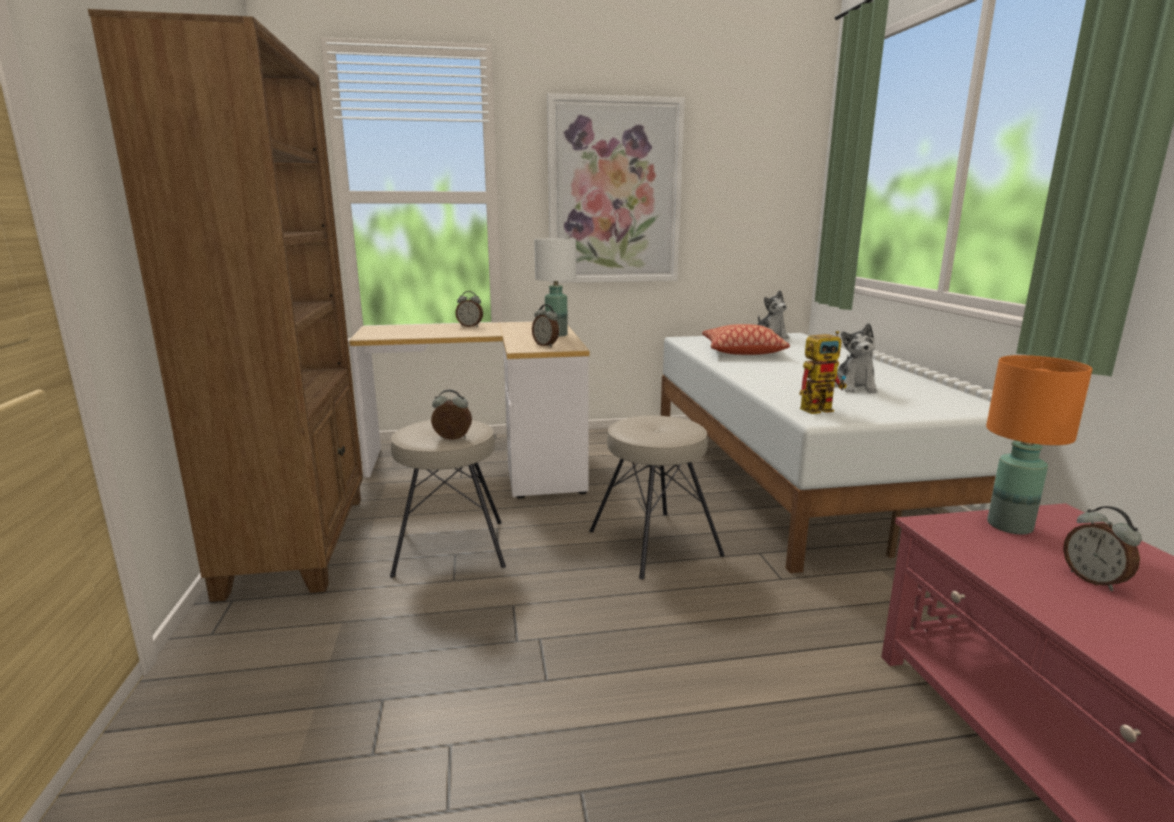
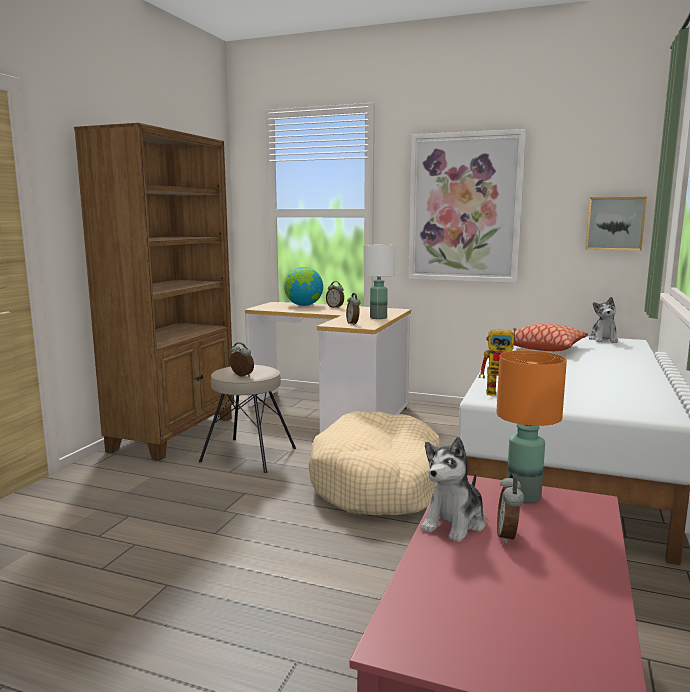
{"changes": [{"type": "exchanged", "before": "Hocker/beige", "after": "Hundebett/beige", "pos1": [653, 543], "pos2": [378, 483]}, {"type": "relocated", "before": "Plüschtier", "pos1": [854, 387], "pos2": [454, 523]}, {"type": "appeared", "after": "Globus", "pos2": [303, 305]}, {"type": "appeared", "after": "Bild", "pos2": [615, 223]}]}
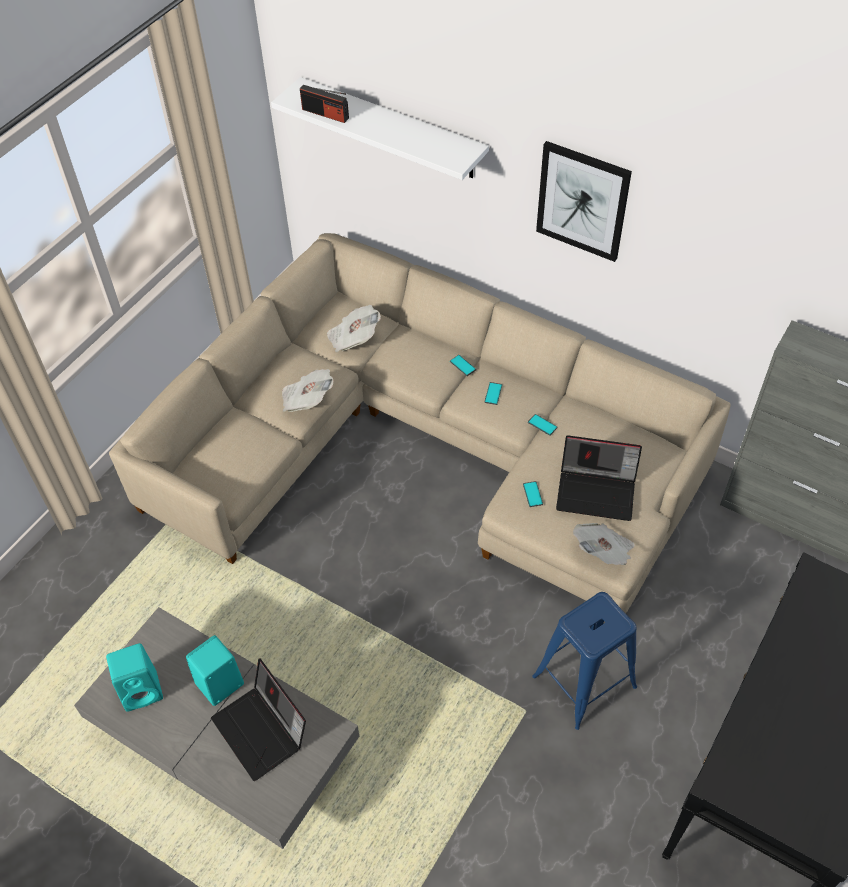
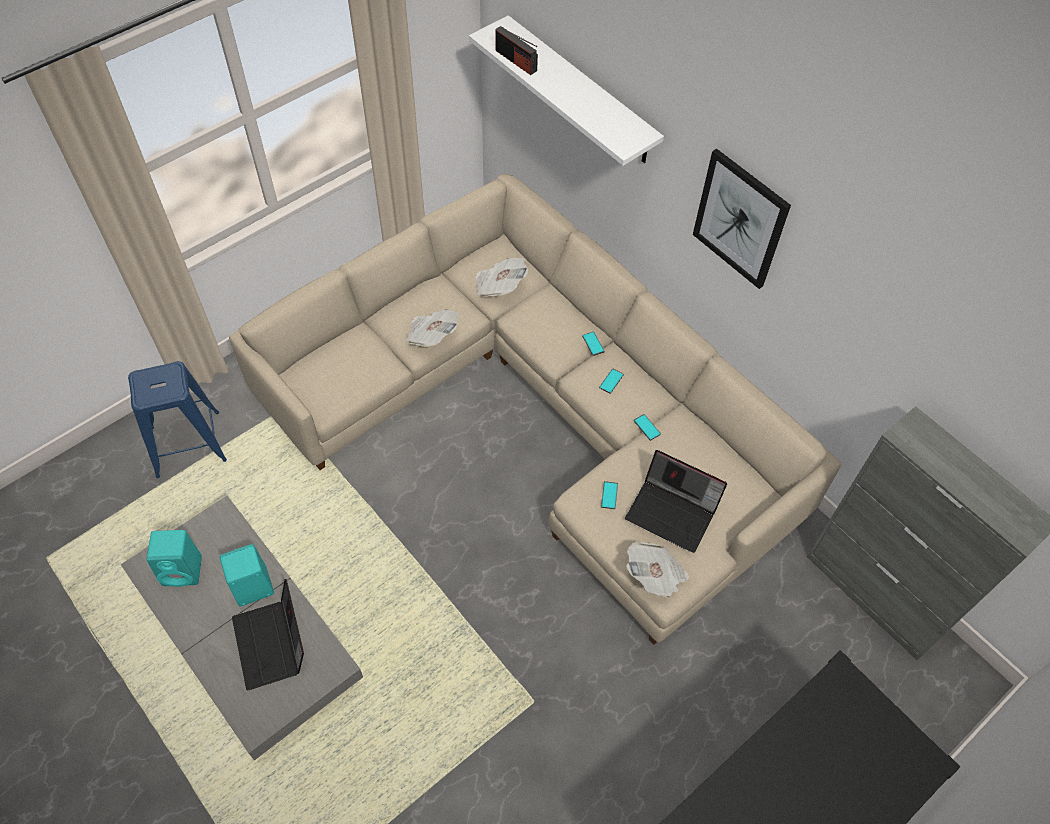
{"changes": [{"type": "relocated", "before": "Hocker/blau", "pos1": [583, 682], "pos2": [187, 444]}]}
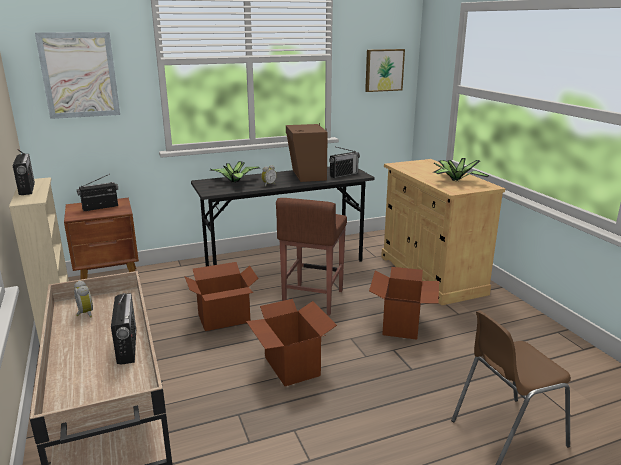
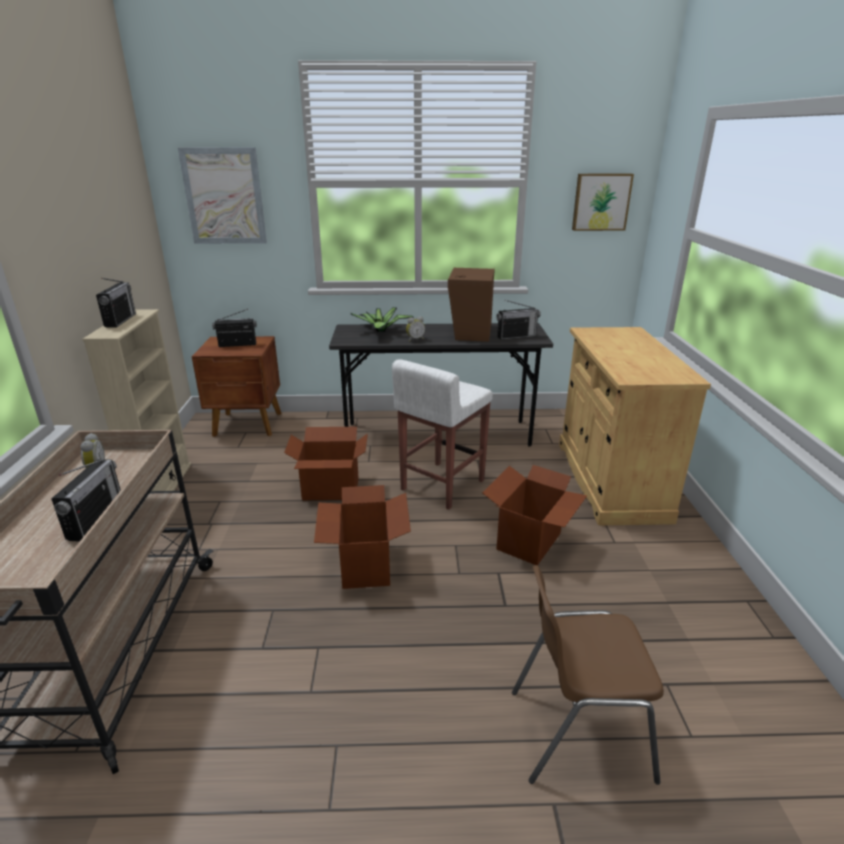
{"changes": [{"type": "colour", "before": "Hocker/braun", "after": "Hocker/weiß", "pos1": [312, 299], "pos2": [441, 485]}, {"type": "missing", "before": "Topfpflanze", "pos1": [455, 180]}]}
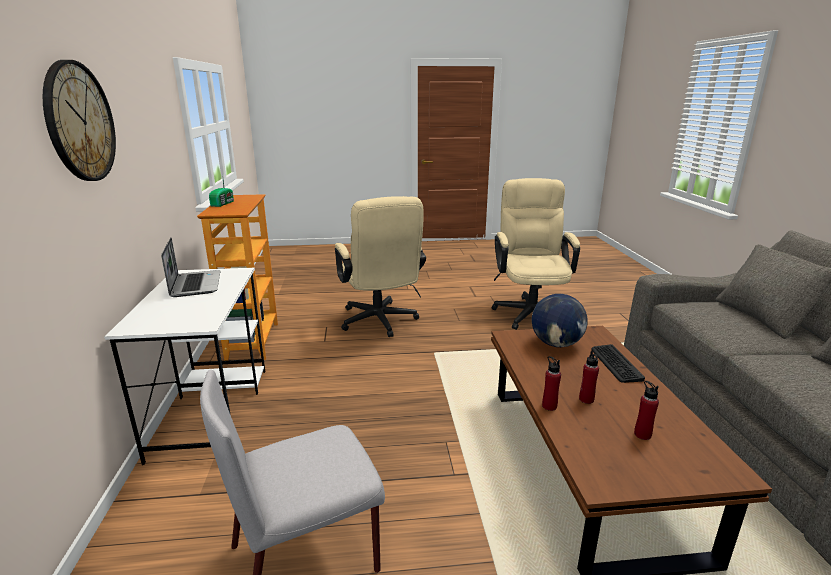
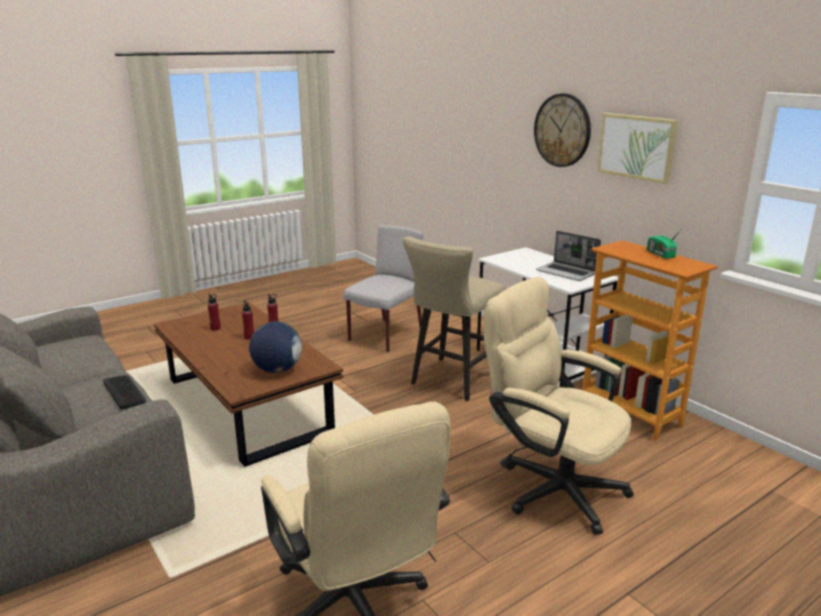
{"changes": [{"type": "relocated", "before": "Tastatur", "pos1": [615, 364], "pos2": [124, 392]}, {"type": "appeared", "after": "Hocker/beige", "pos2": [451, 382]}, {"type": "appeared", "after": "Bild", "pos2": [636, 147]}]}
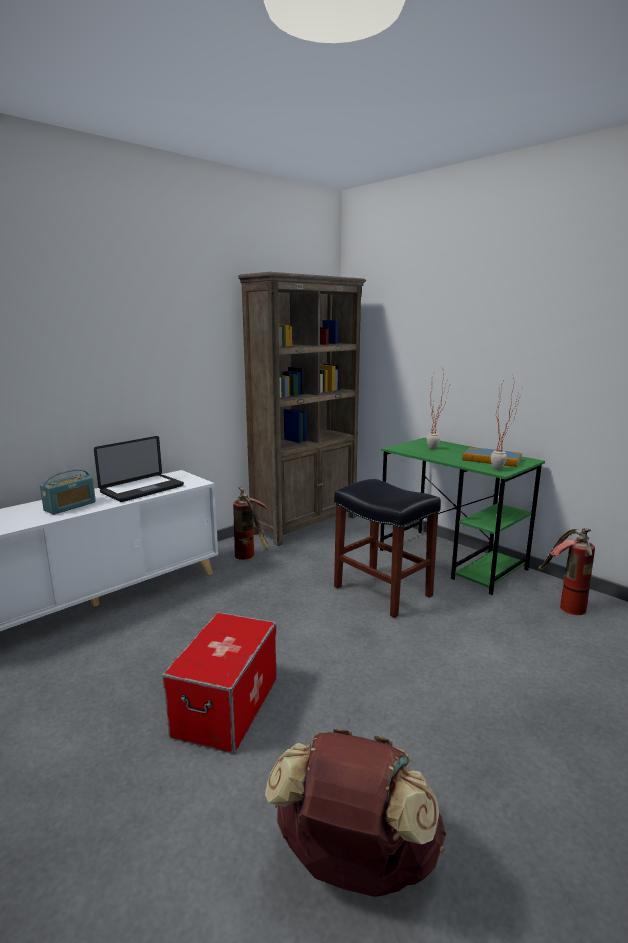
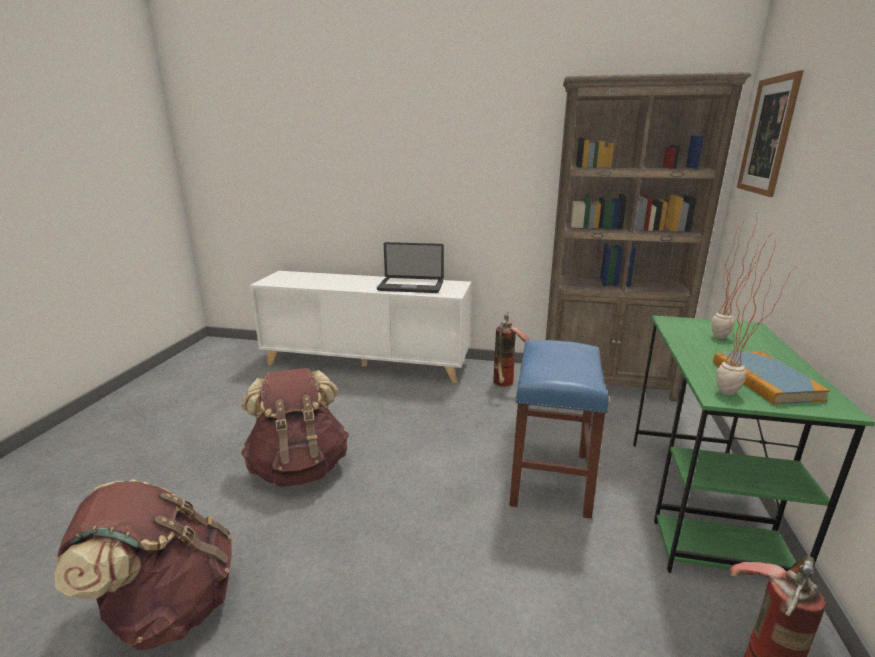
{"changes": [{"type": "missing", "before": "Radio", "pos1": [70, 506]}, {"type": "exchanged", "before": "Aufbewahrungsbox", "after": "Rucksack/braun", "pos1": [226, 706], "pos2": [299, 468]}, {"type": "colour", "before": "Hocker/schwarz", "after": "Hocker/blau", "pos1": [381, 591], "pos2": [549, 478]}, {"type": "appeared", "after": "Bild", "pos2": [768, 136]}]}
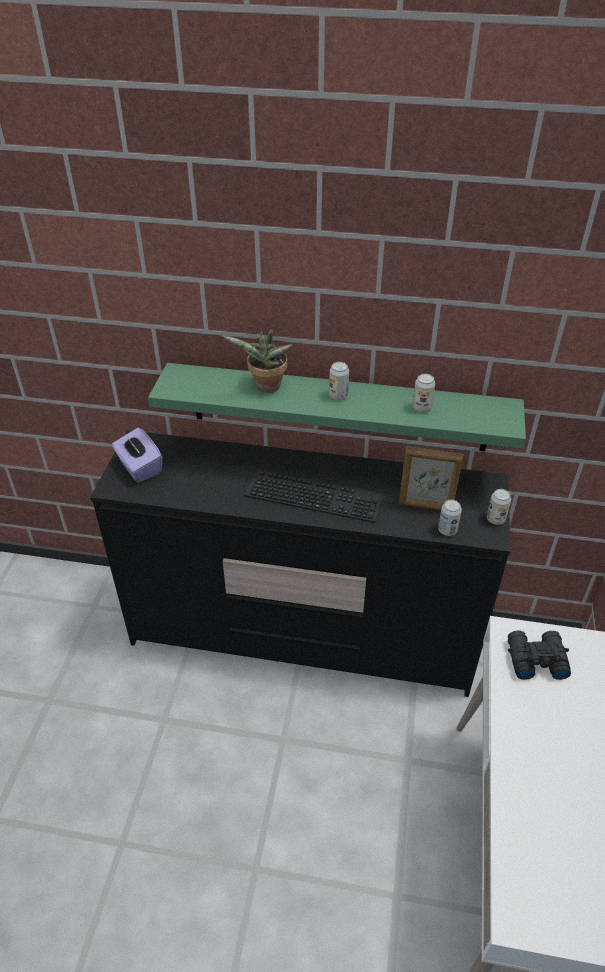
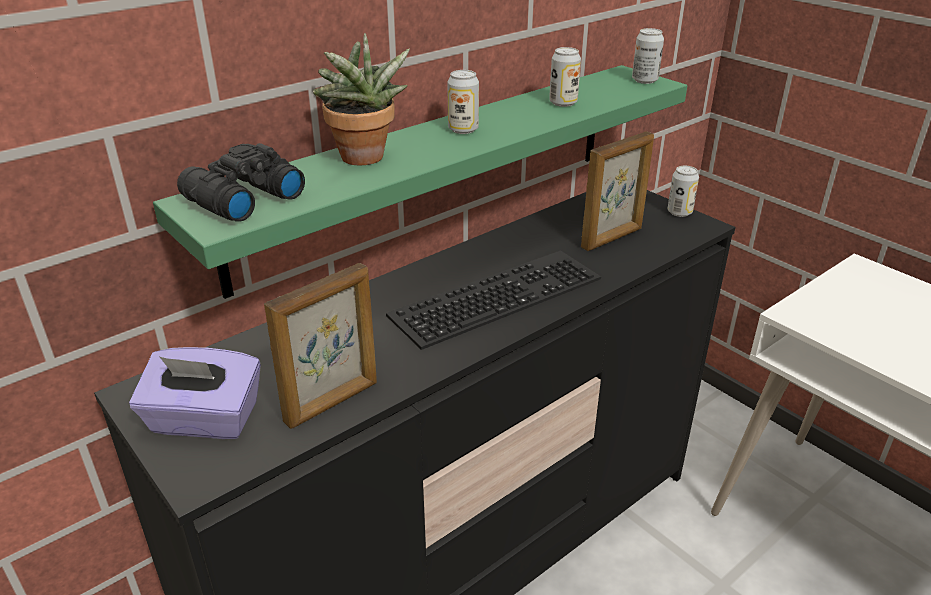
{"changes": [{"type": "relocated", "before": "Dose", "pos1": [447, 530], "pos2": [644, 80]}, {"type": "relocated", "before": "Fernglas/schwarz", "pos1": [534, 659], "pos2": [241, 199]}, {"type": "appeared", "after": "Bilderrahmen", "pos2": [333, 403]}]}
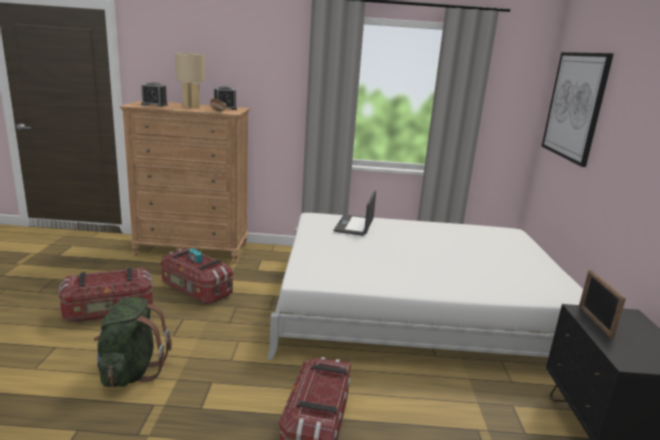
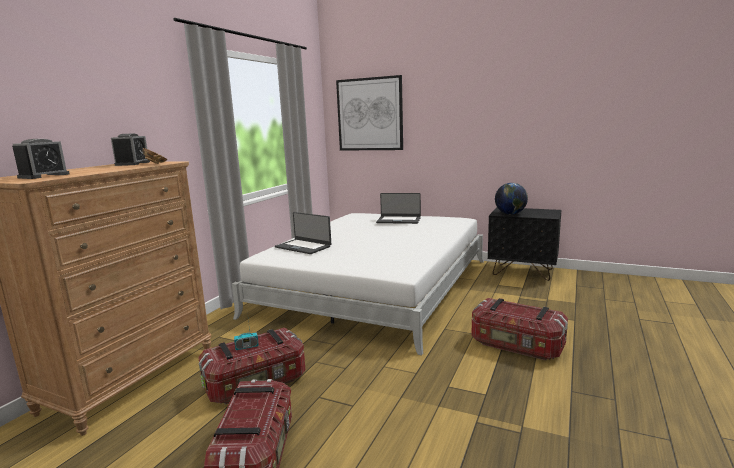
{"changes": [{"type": "missing", "before": "Rucksack/grün", "pos1": [131, 371]}, {"type": "missing", "before": "Tischlampe/beige", "pos1": [191, 107]}, {"type": "exchanged", "before": "Bilderrahmen", "after": "Globus", "pos1": [594, 322], "pos2": [510, 214]}, {"type": "appeared", "after": "Laptop", "pos2": [399, 220]}]}
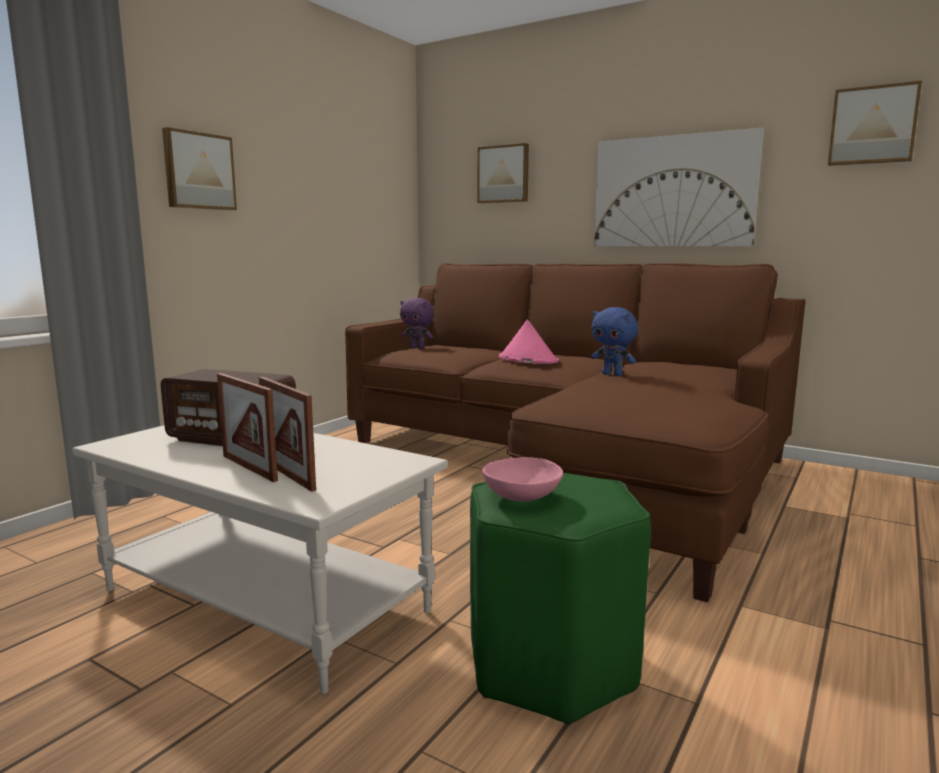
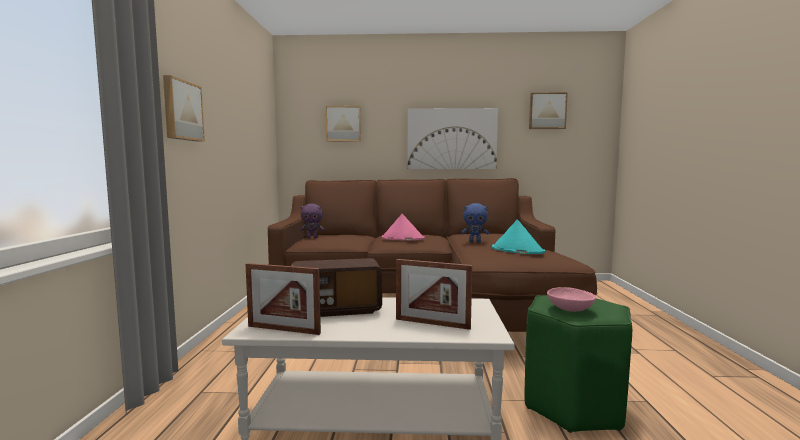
{"changes": [{"type": "relocated", "before": "Bilderrahmen", "pos1": [249, 468], "pos2": [283, 330]}, {"type": "appeared", "after": "Hut/türkis", "pos2": [517, 250]}]}
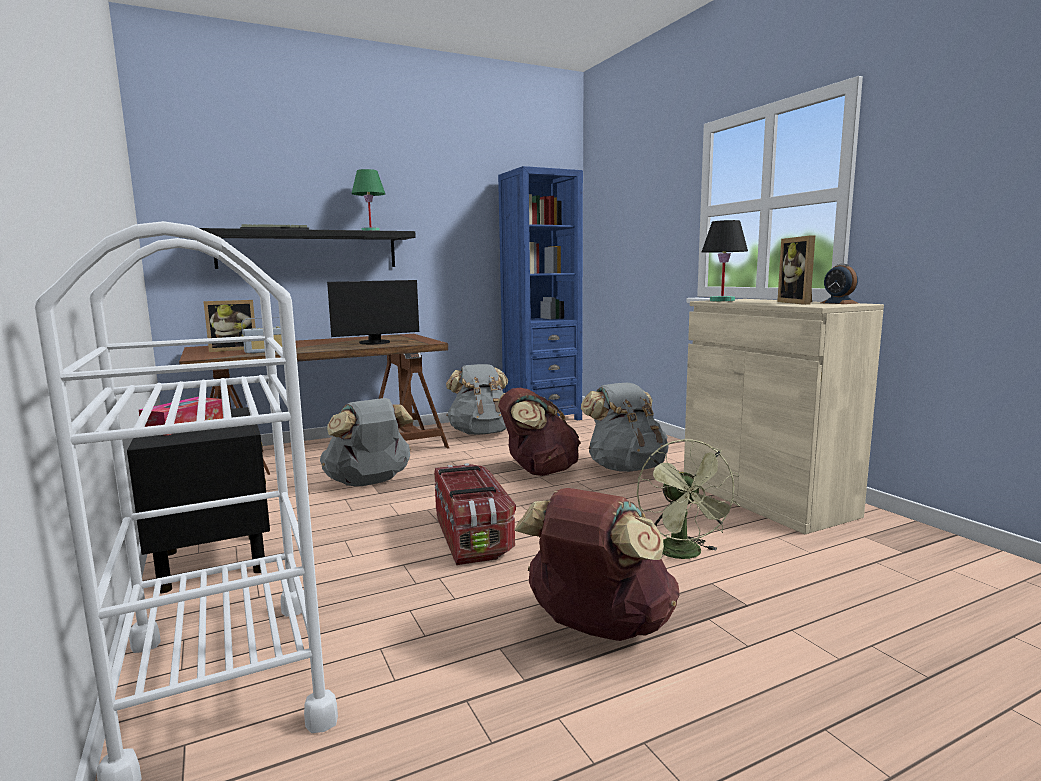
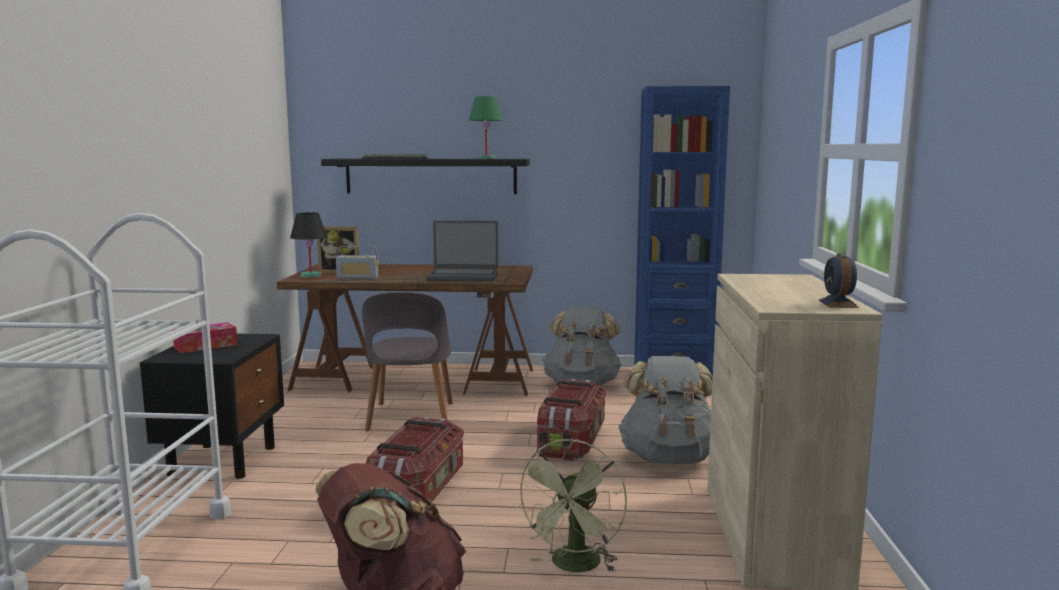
{"changes": [{"type": "exchanged", "before": "Rucksack/grau", "after": "Stuhl/grau", "pos1": [369, 483], "pos2": [410, 418]}, {"type": "exchanged", "before": "Monitor", "after": "Laptop", "pos1": [375, 343], "pos2": [463, 277]}, {"type": "exchanged", "before": "Rucksack/braun", "after": "Aufbewahrungsbox", "pos1": [538, 471], "pos2": [572, 441]}, {"type": "relocated", "before": "Tischlampe/schwarz", "pos1": [722, 300], "pos2": [310, 276]}, {"type": "missing", "before": "Bilderrahmen", "pos1": [799, 303]}]}
